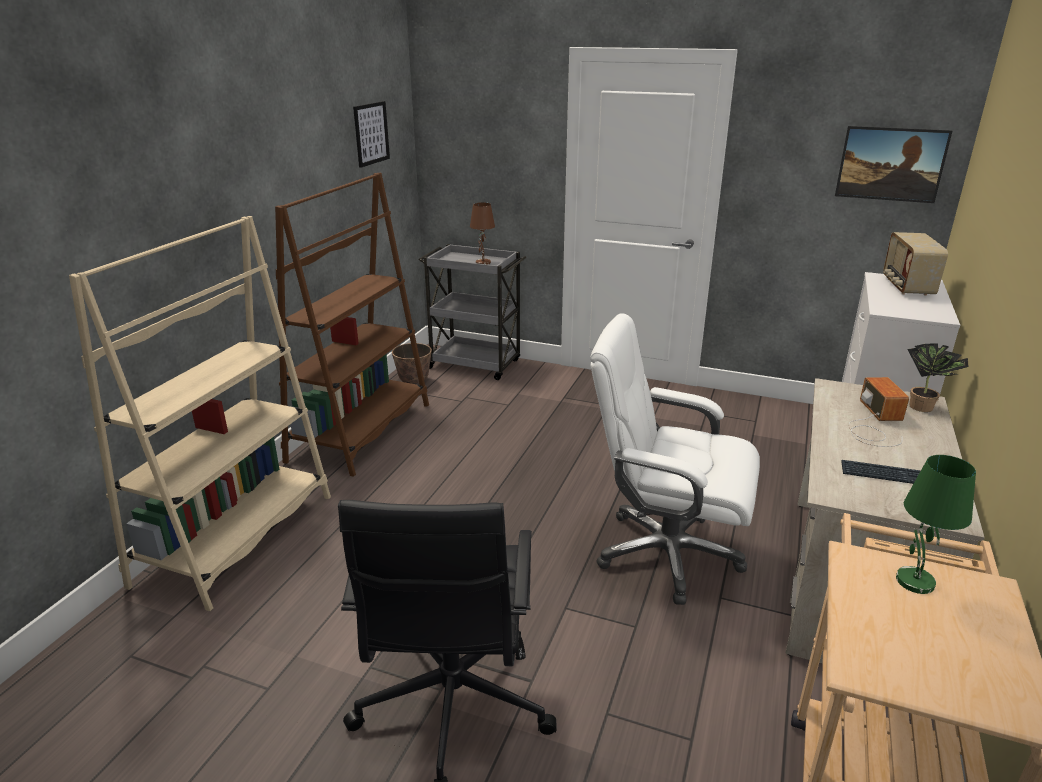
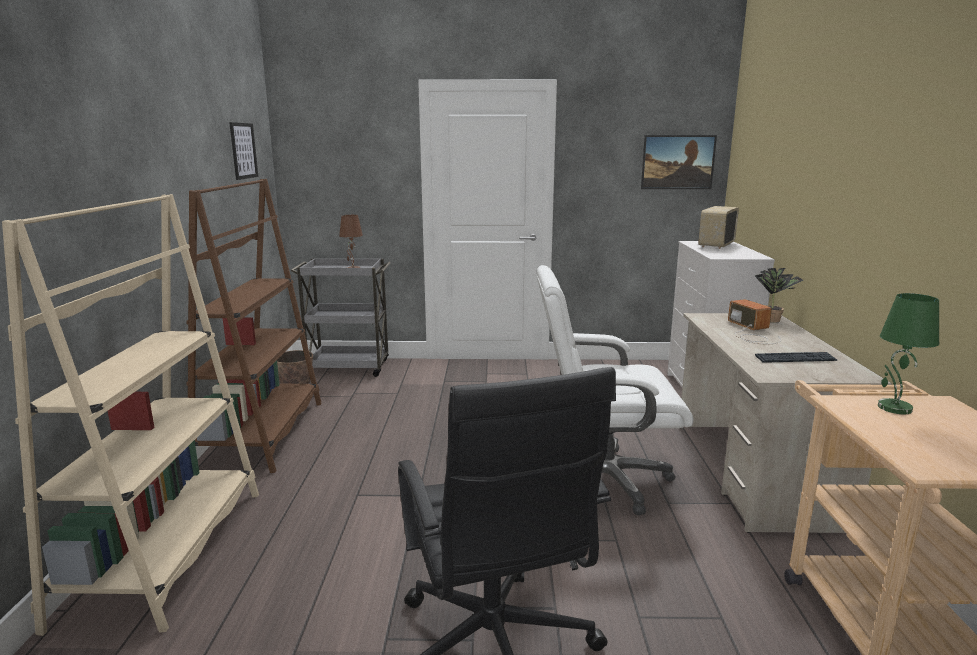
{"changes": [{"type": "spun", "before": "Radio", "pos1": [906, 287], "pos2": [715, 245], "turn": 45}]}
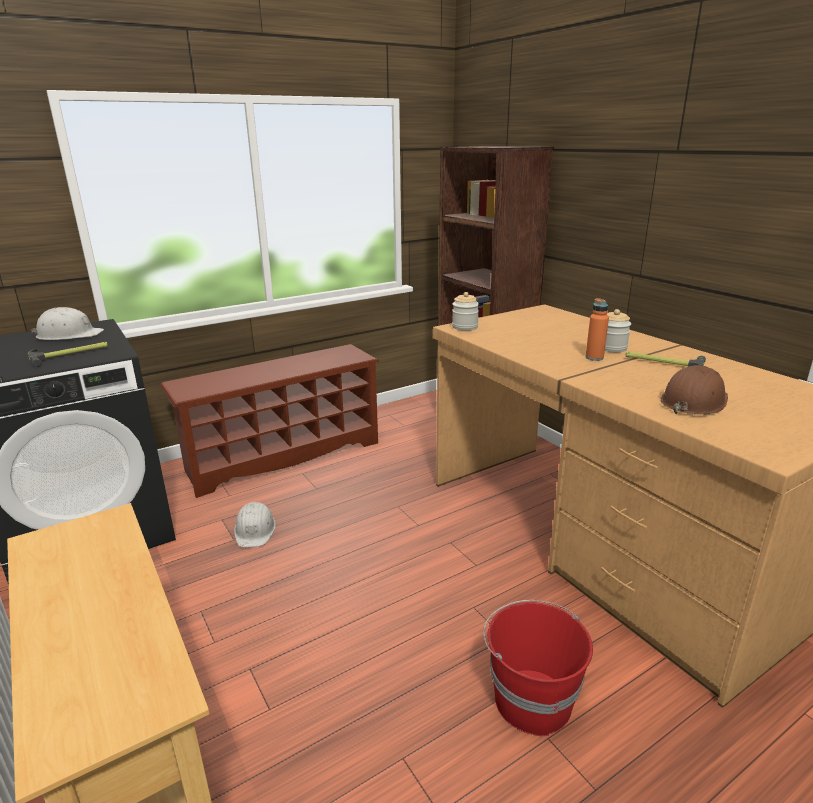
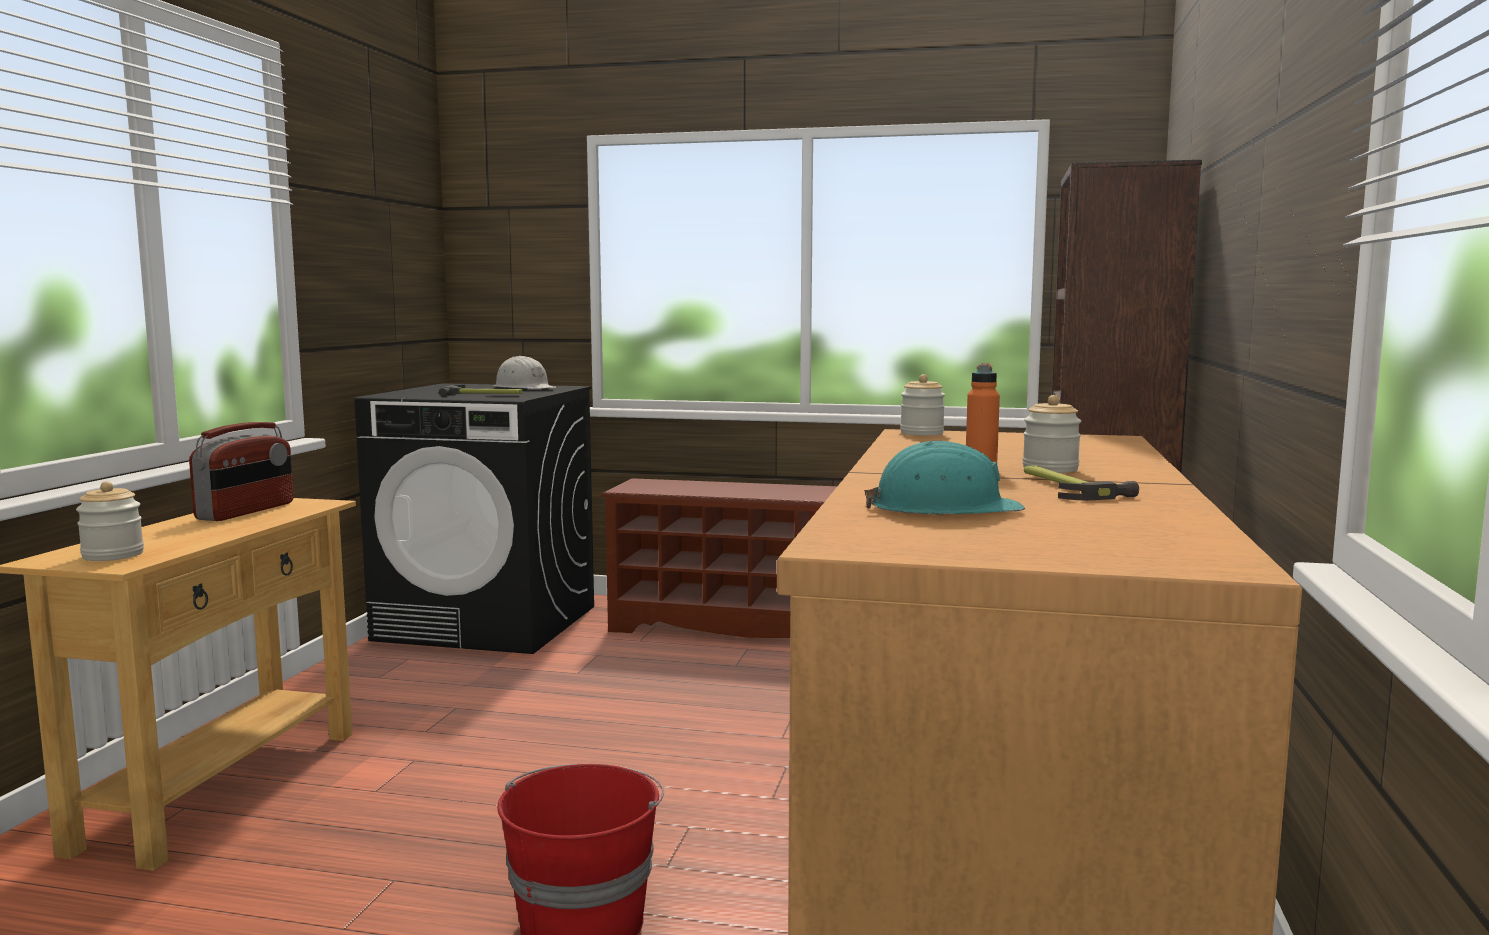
{"changes": [{"type": "missing", "before": "Schutzhelm/weiß", "pos1": [255, 530]}, {"type": "colour", "before": "Schutzhelm/braun", "after": "Schutzhelm/türkis", "pos1": [693, 401], "pos2": [944, 509]}, {"type": "appeared", "after": "Vorratsglas", "pos2": [113, 555]}, {"type": "appeared", "after": "Radio", "pos2": [247, 511]}]}
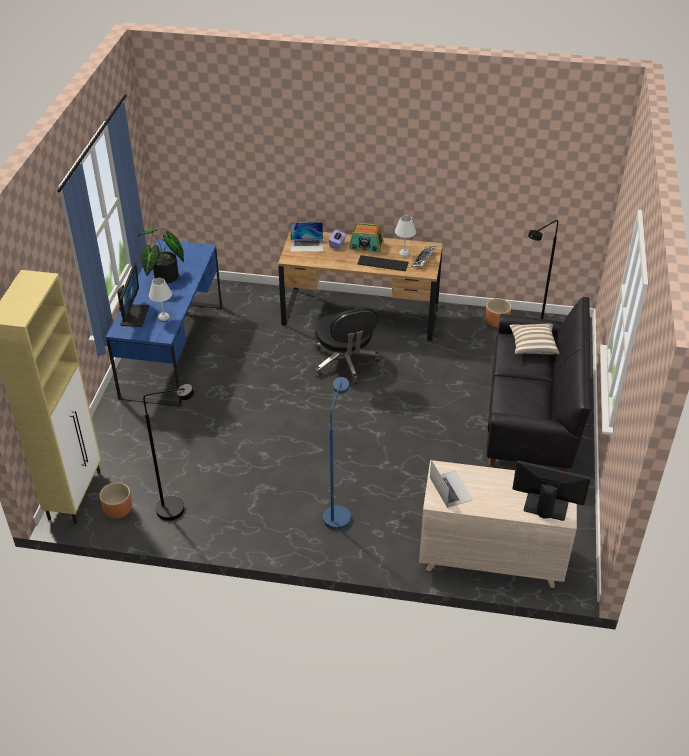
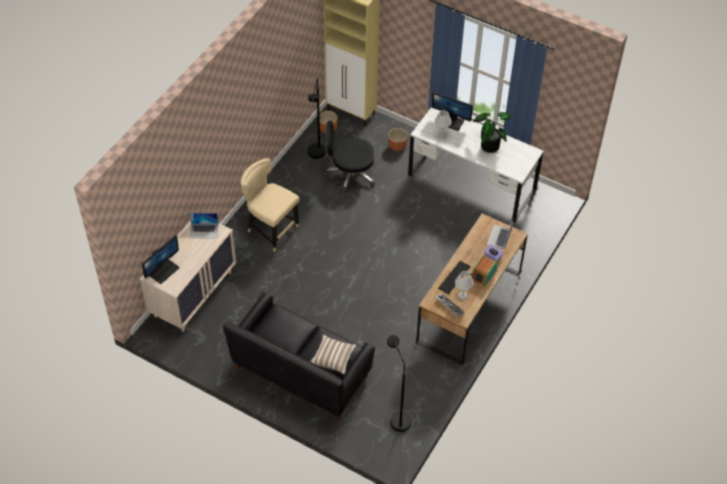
{"changes": [{"type": "colour", "before": "Schreibtisch/blau", "after": "Schreibtisch/weiß", "pos1": [173, 350], "pos2": [471, 183]}, {"type": "relocated", "before": "Bürostuhl/schwarz", "pos1": [345, 363], "pos2": [349, 174]}, {"type": "exchanged", "before": "Stehlampe/blau", "after": "Stuhl/beige", "pos1": [338, 512], "pos2": [271, 230]}, {"type": "relocated", "before": "Pflanzkübel/braun", "pos1": [496, 322], "pos2": [397, 146]}]}
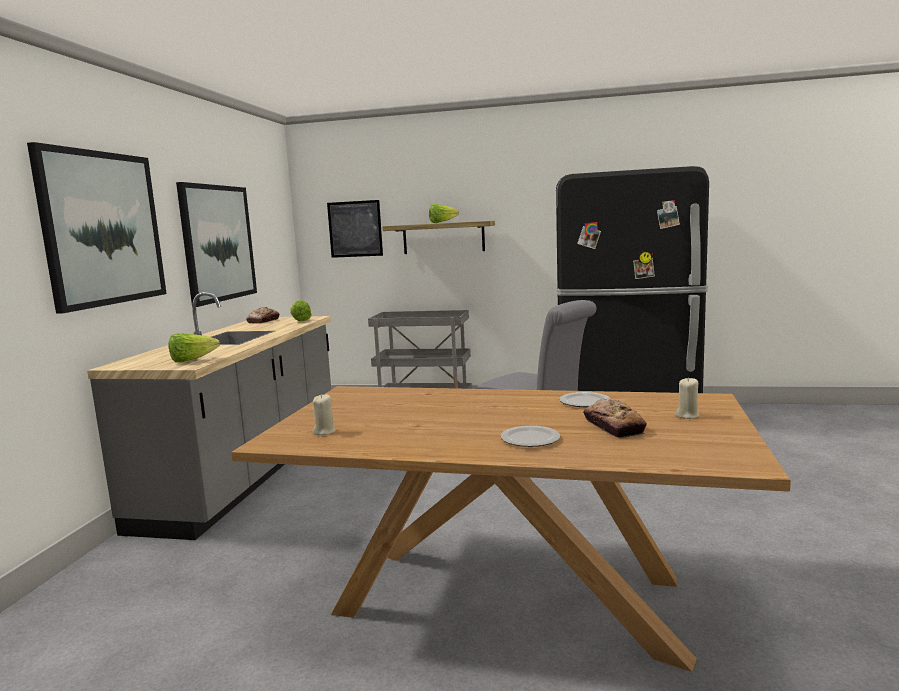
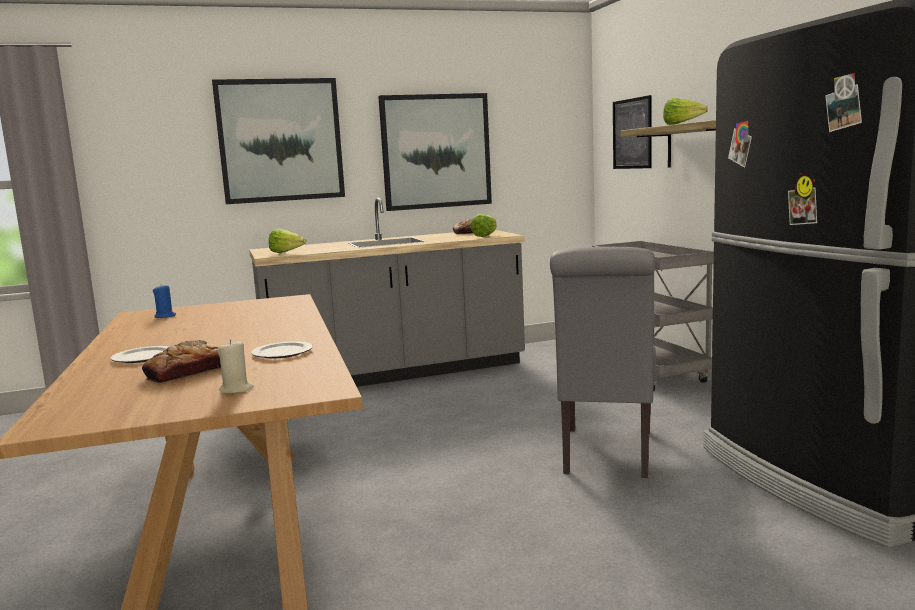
{"changes": [{"type": "colour", "before": "Kerze/beige", "after": "Kerze/blau", "pos1": [324, 432], "pos2": [165, 316]}]}
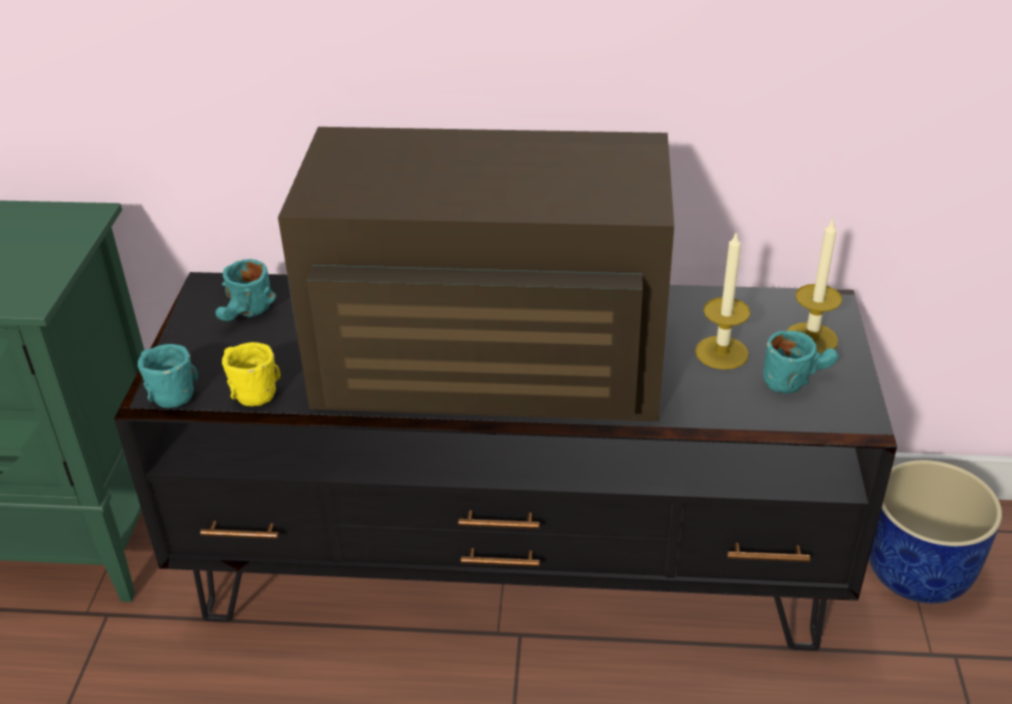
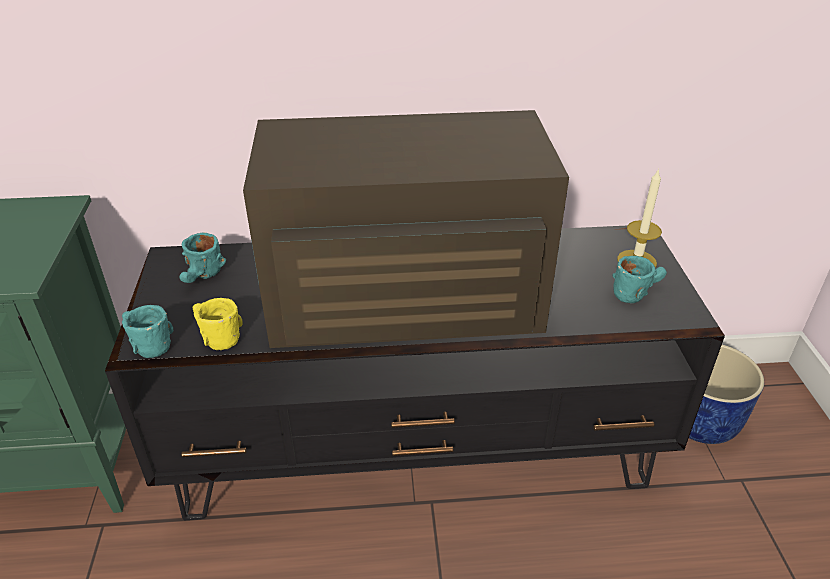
{"changes": [{"type": "missing", "before": "Kerze", "pos1": [721, 352]}]}
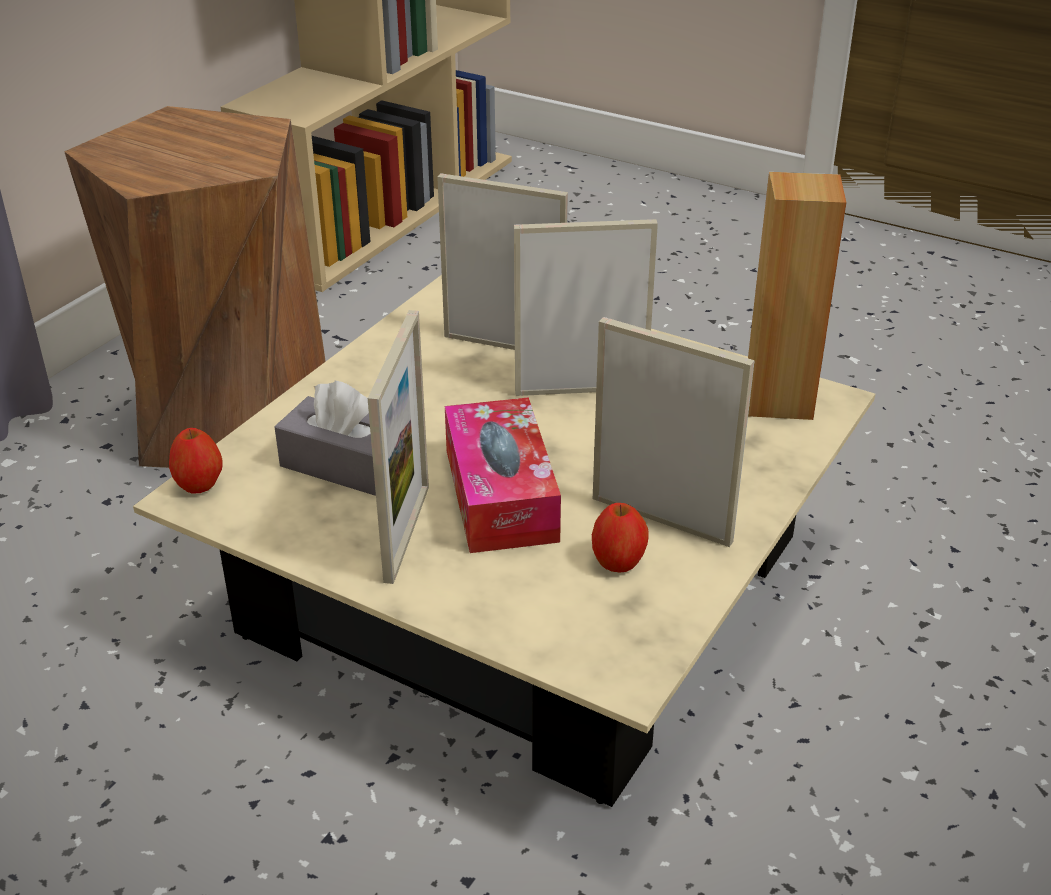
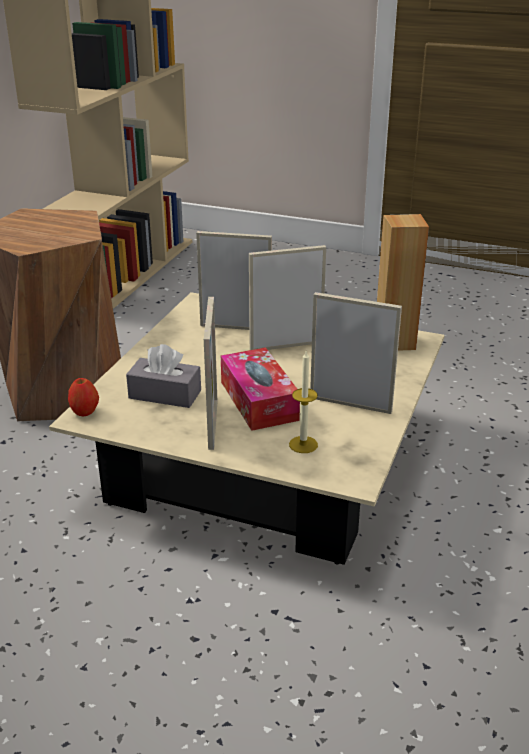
{"changes": [{"type": "missing", "before": "Apfel", "pos1": [618, 562]}, {"type": "appeared", "after": "Kerze", "pos2": [303, 444]}]}
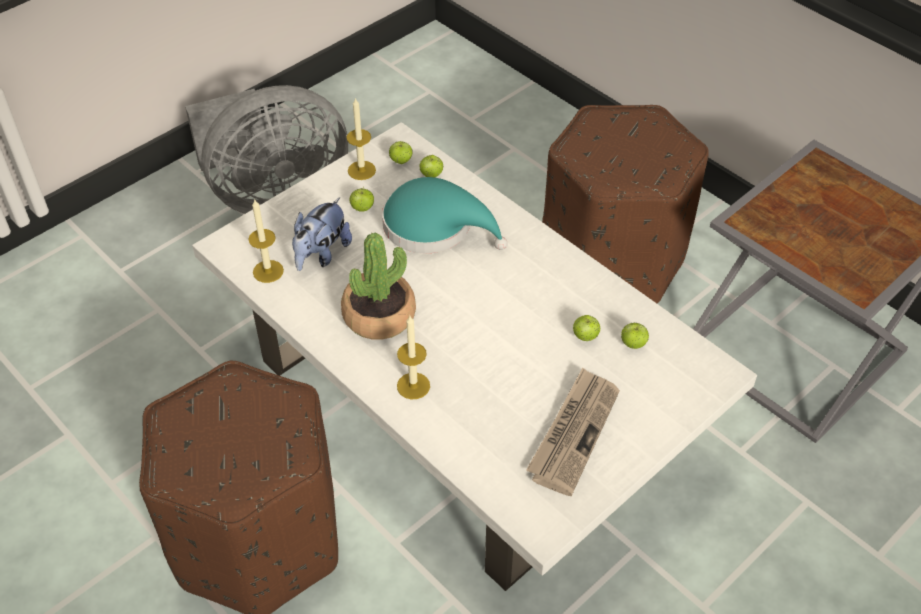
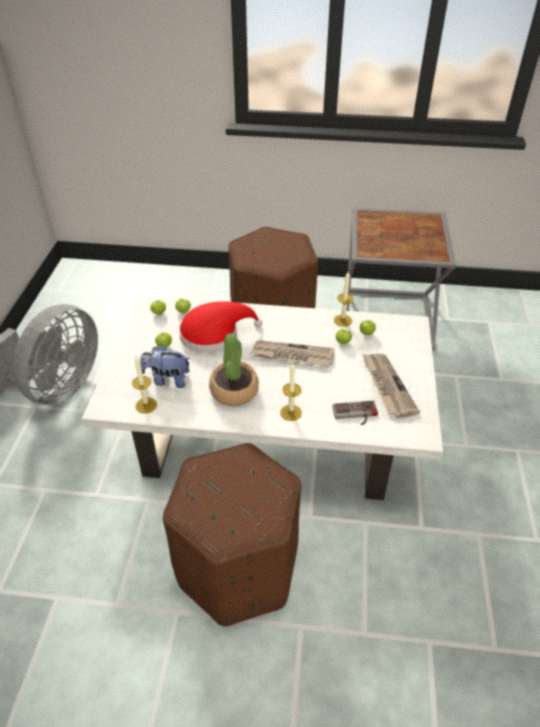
{"changes": [{"type": "spun", "before": "Plüschtier", "pos1": [321, 254], "pos2": [167, 380], "turn": 105}, {"type": "relocated", "before": "Kerze", "pos1": [361, 170], "pos2": [342, 320]}, {"type": "colour", "before": "Hut/türkis", "after": "Hut/rot", "pos1": [435, 227], "pos2": [214, 334]}, {"type": "appeared", "after": "Zeitung", "pos2": [292, 355]}, {"type": "appeared", "after": "Gamepad", "pos2": [355, 415]}]}
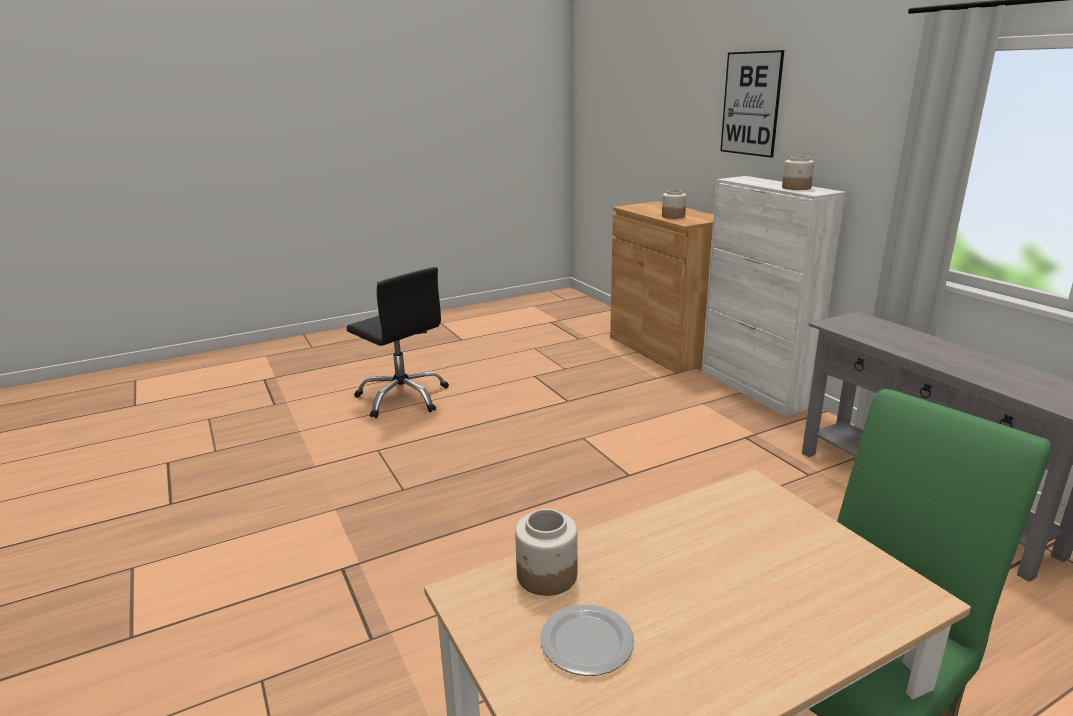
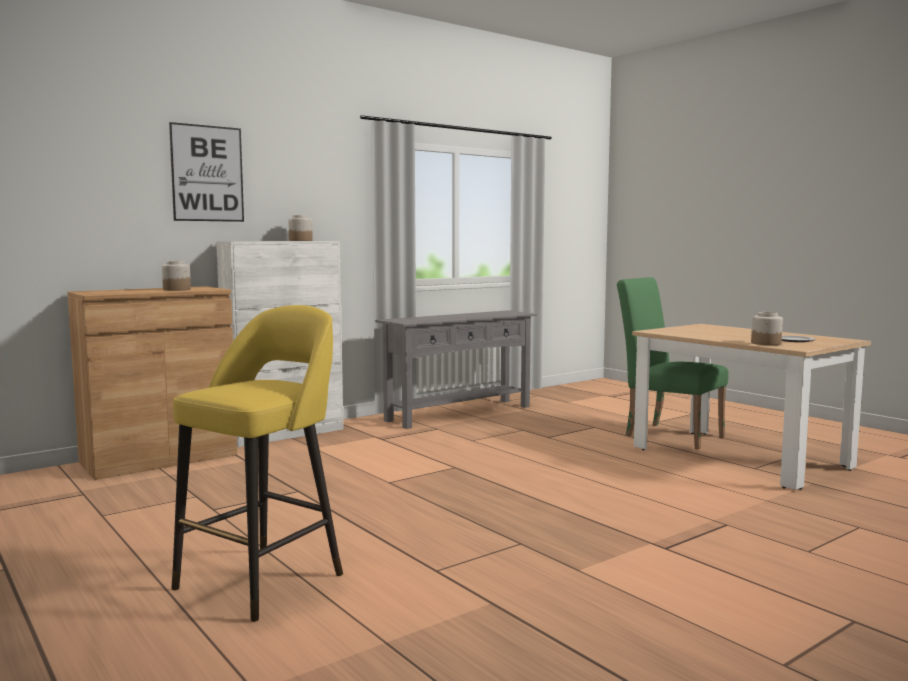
{"changes": [{"type": "exchanged", "before": "Bürostuhl/schwarz", "after": "Hocker/gelb", "pos1": [403, 397], "pos2": [264, 580]}]}
